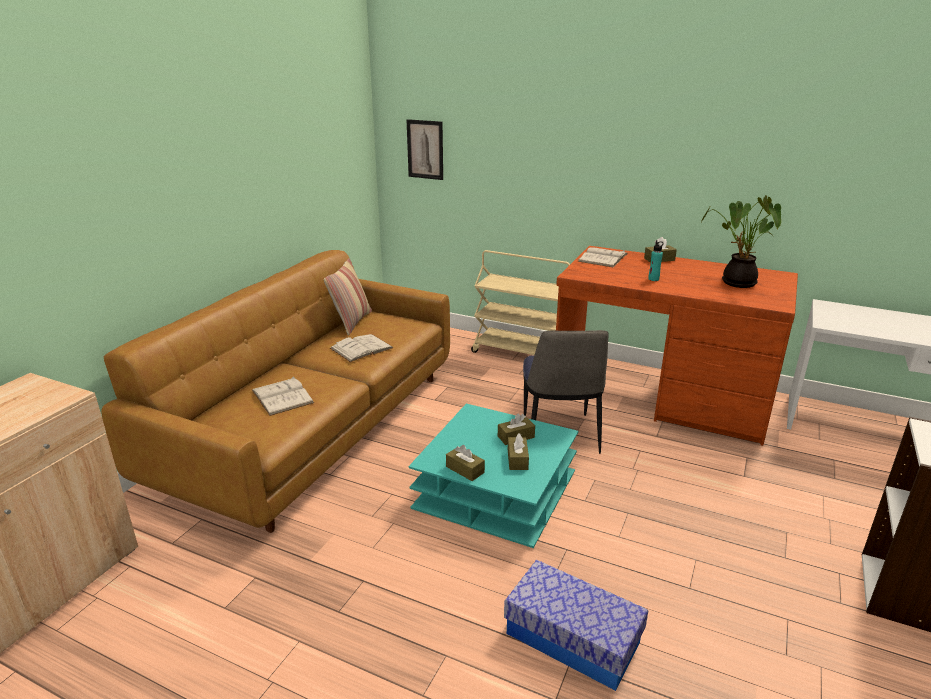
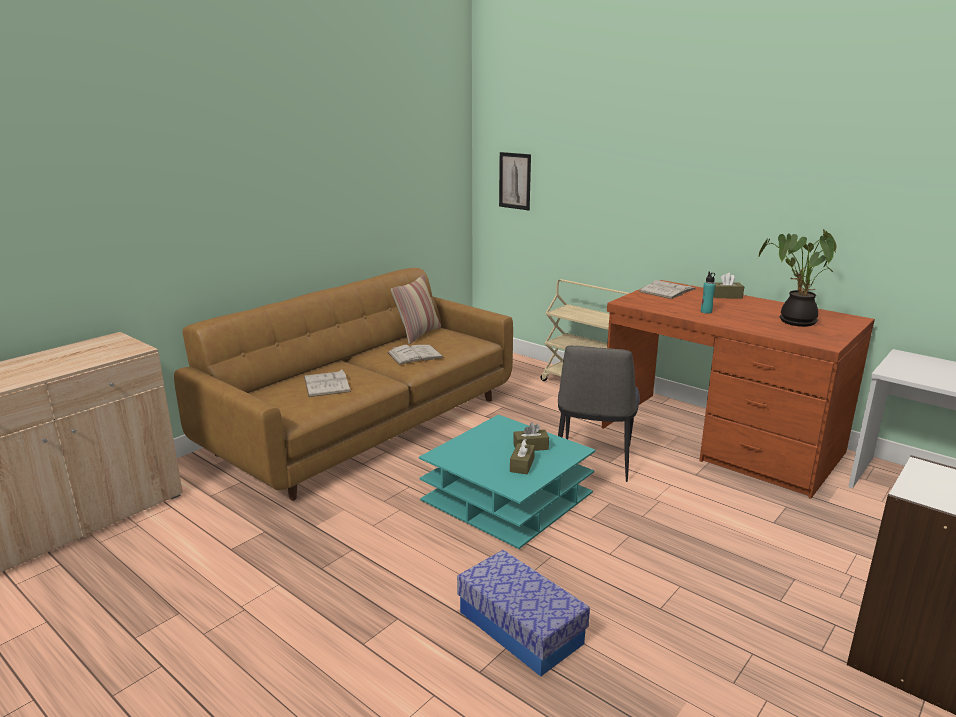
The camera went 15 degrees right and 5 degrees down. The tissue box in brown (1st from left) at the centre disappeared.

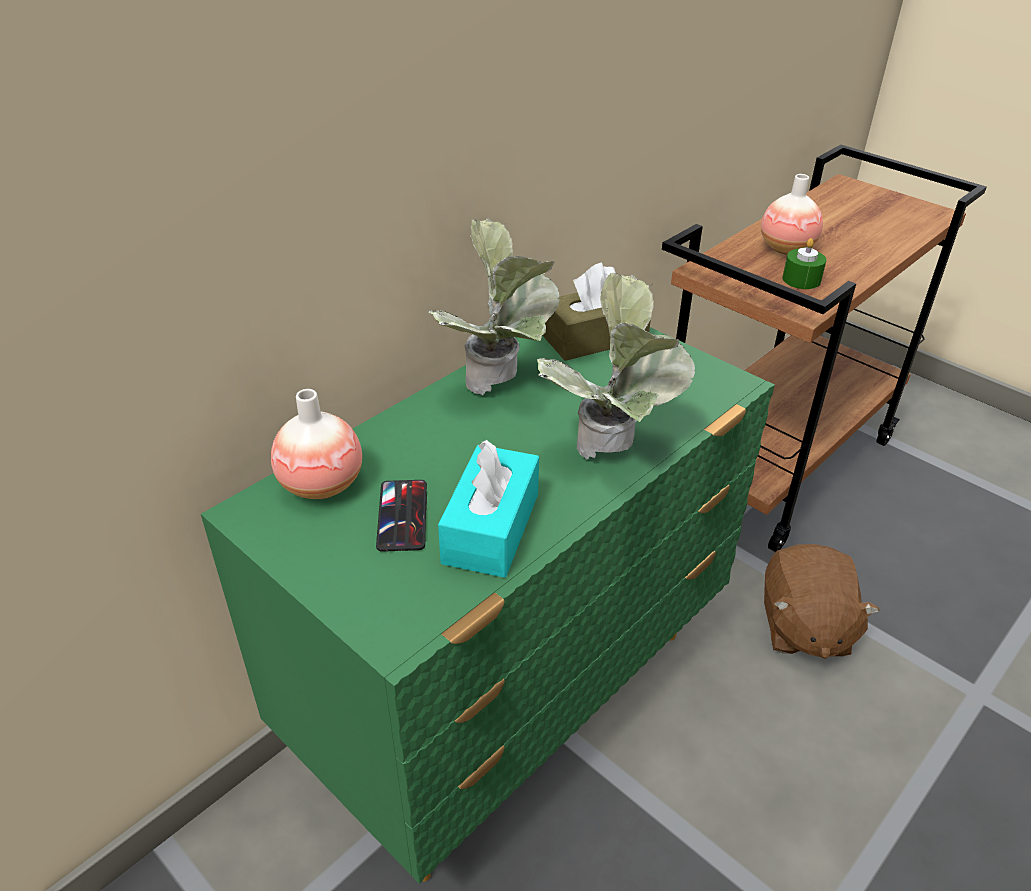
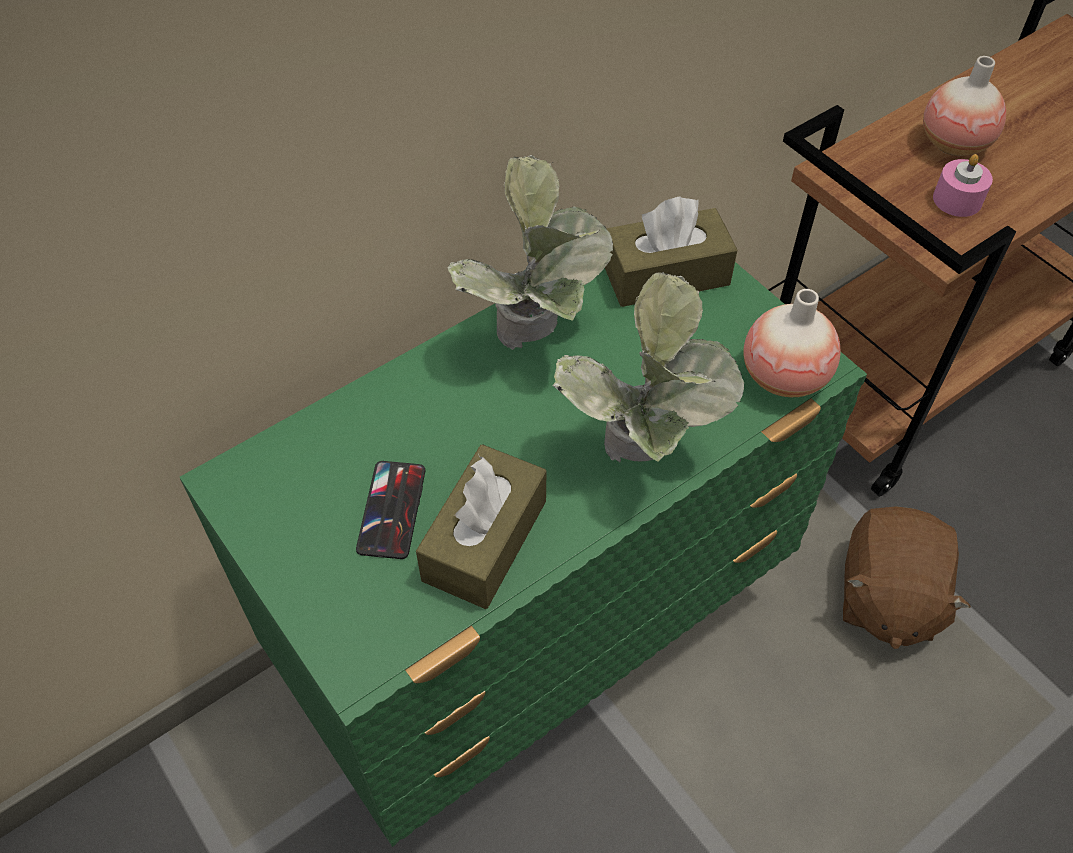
The camera went 10 degrees right and 15 degrees up. The vase (1st from left) moved from the middle left to the middle right. The tissue box in turquoise at the centre became the tissue box in brown (1st from left) at the centre. The candle in green at the top right became the candle in pink at the top right.

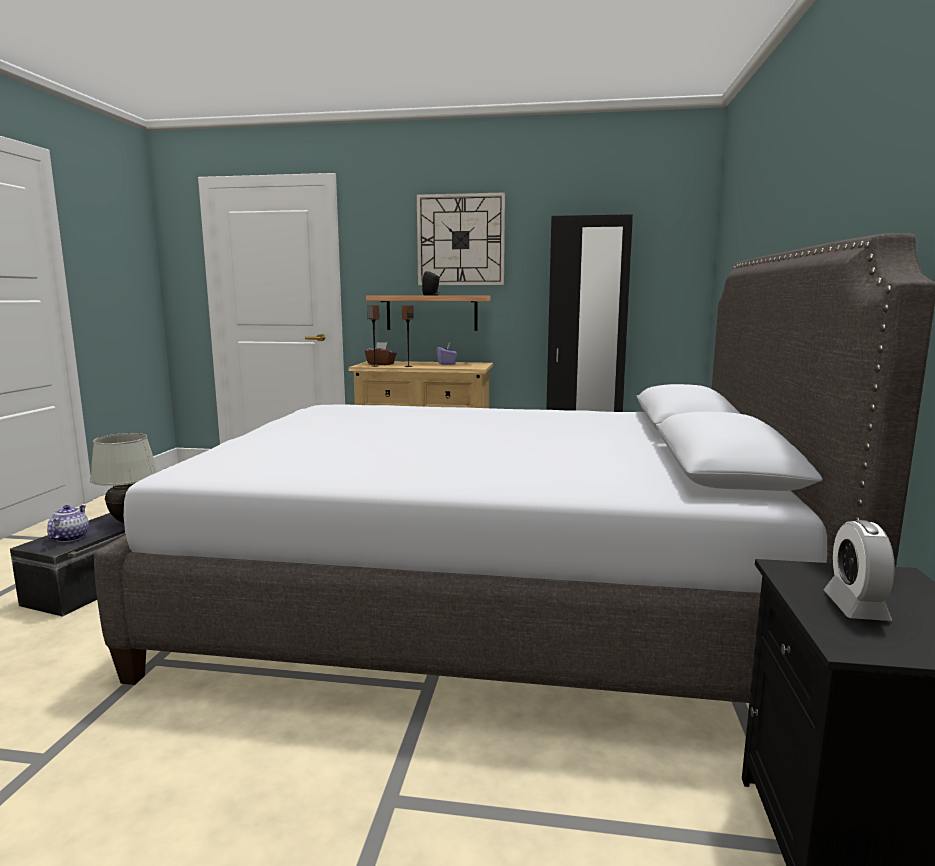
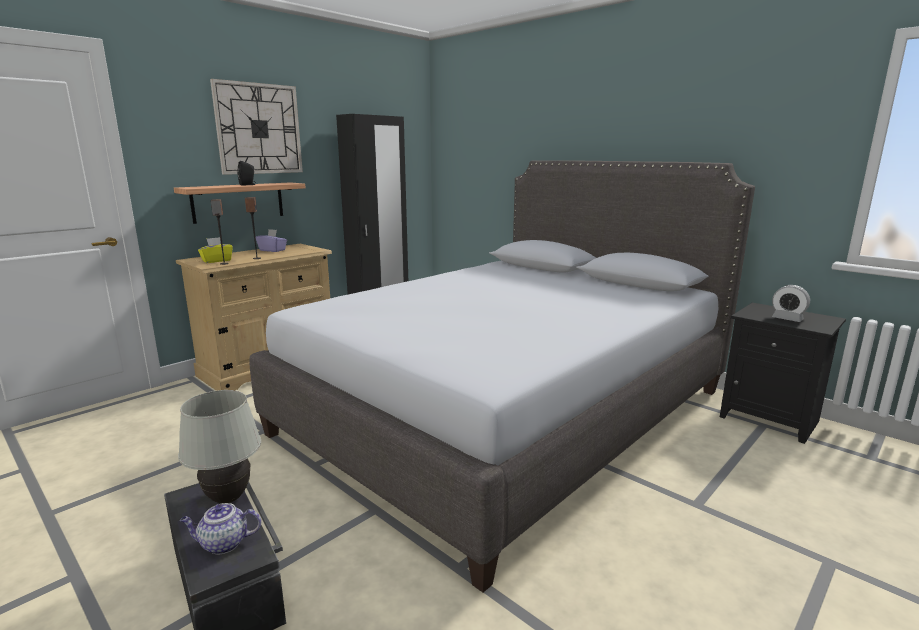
The camera went 55 degrees left and 5 degrees up. The teapot at the middle left turned 45 degrees counterclockwise. The tissue box in brown at the centre became the tissue box in yellow at the middle left.

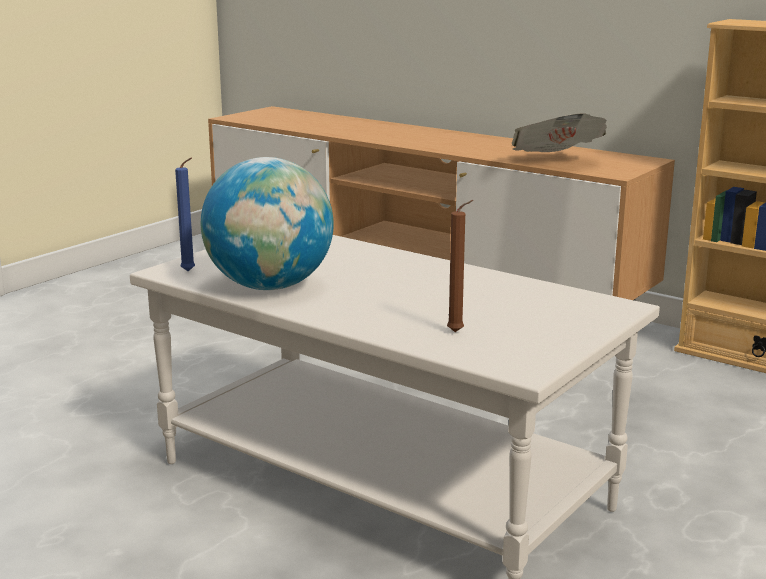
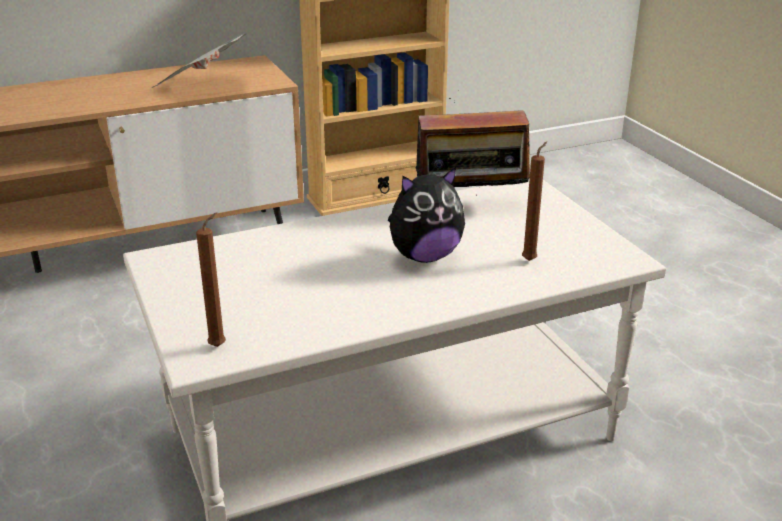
The camera went 60 degrees left and 10 degrees up. The candle in blue at the middle left became the candle in brown (1st from left) at the middle left. The globe at the centre disappeared. The plush toy at the centre appeared. The radio at the top centre appeared.

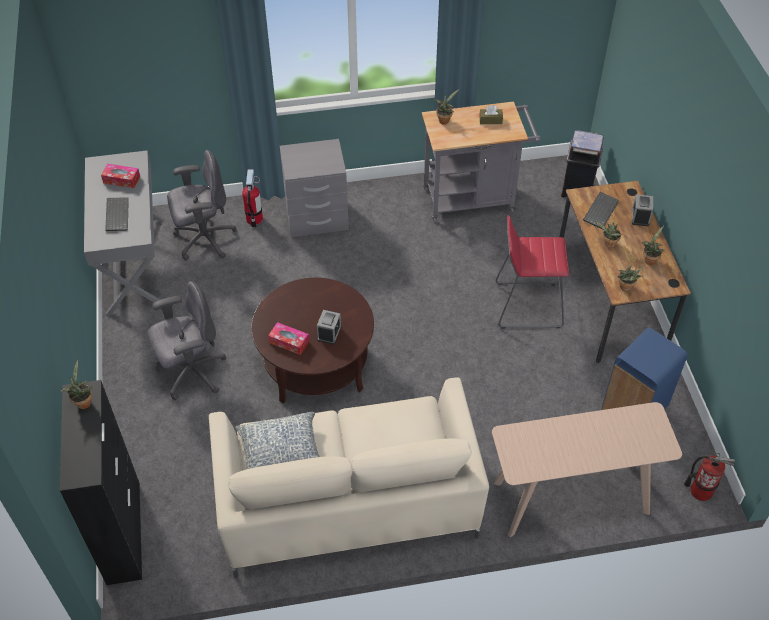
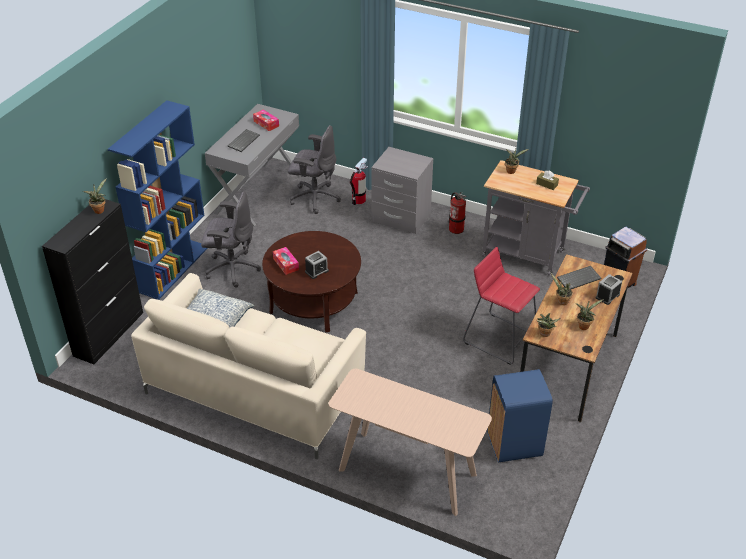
The camera went 35 degrees right and 10 degrees down. The fire extinguisher (2nd from left) moved from the bottom right to the centre. The bookcase in blue at the middle left appeared.

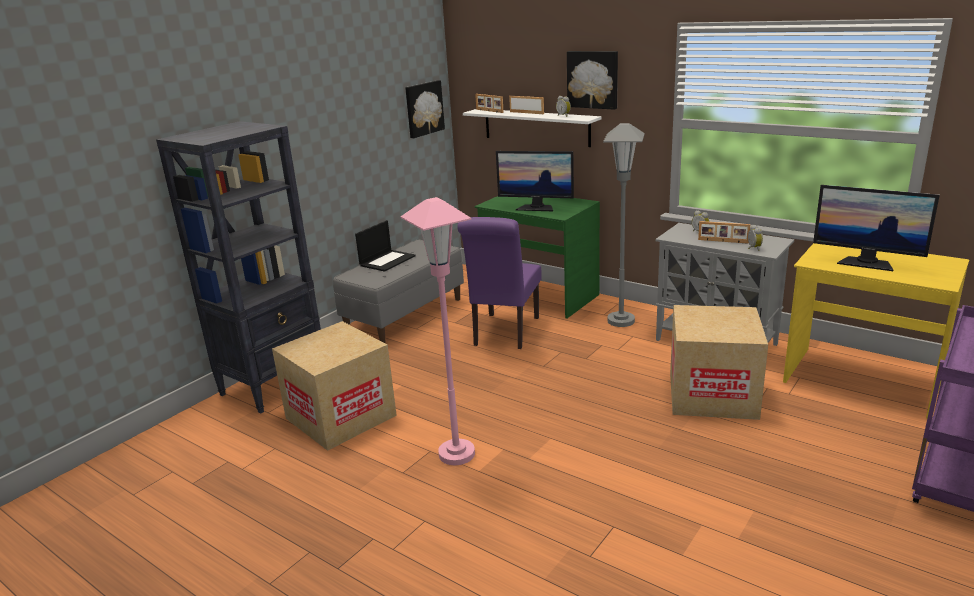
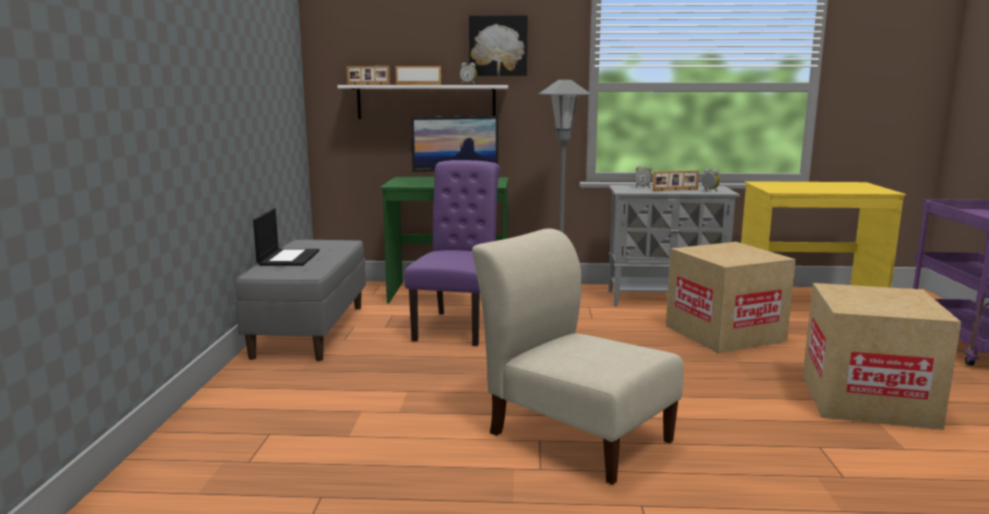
The camera went 35 degrees left and 10 degrees down. The bookcase in black at the middle left disappeared. The cardboard box (1st from left in the first image) moved from the centre to the bottom right. The floor lamp in pink at the centre was replaced by the chair in beige at the bottom centre. The picture (1st from left) at the top centre disappeared. The chair in purple at the centre turned 150 degrees counterclockwise. The monitor (2nd from left) at the middle right disappeared.

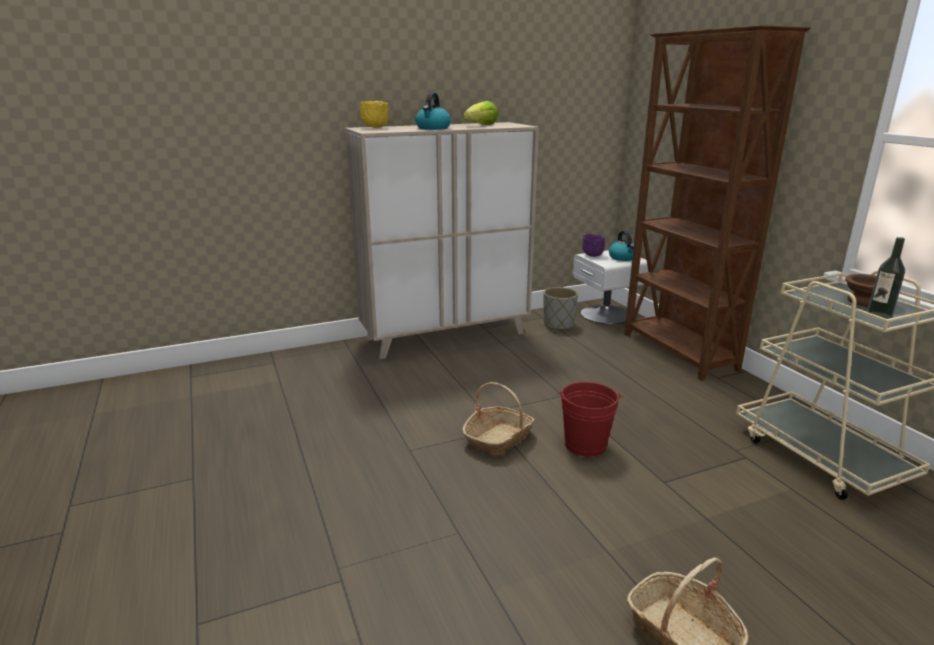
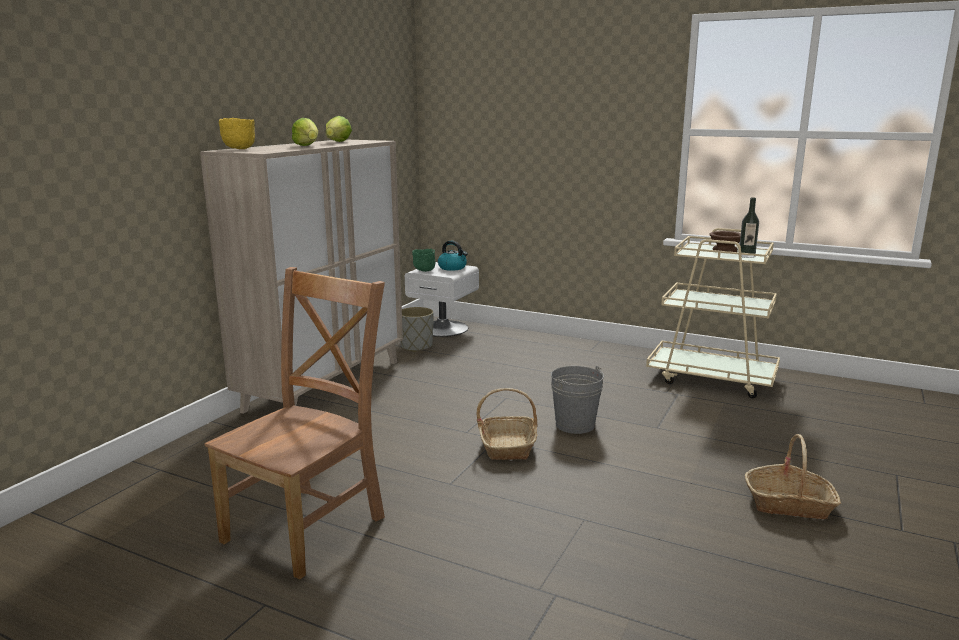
The camera went 40 degrees left and 5 degrees down. The kettle (1st from left) at the top centre was replaced by the lettuce (1st from left) at the top left. The bucket in red at the centre became the bucket in grey at the centre. The bowl in purple at the centre became the bowl in green at the centre. The bookcase in brown at the top right disappeared. The chair in brown at the middle left appeared.

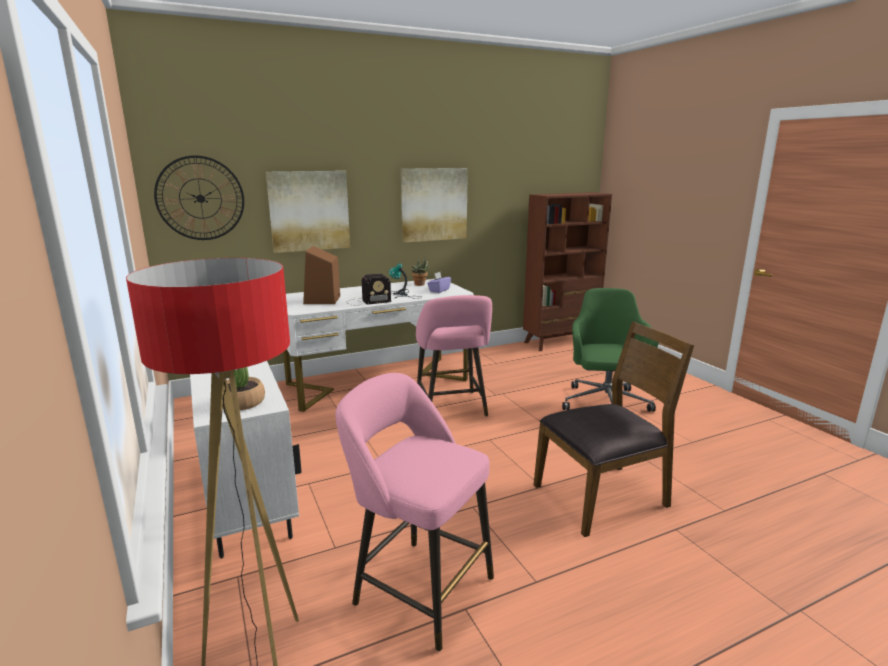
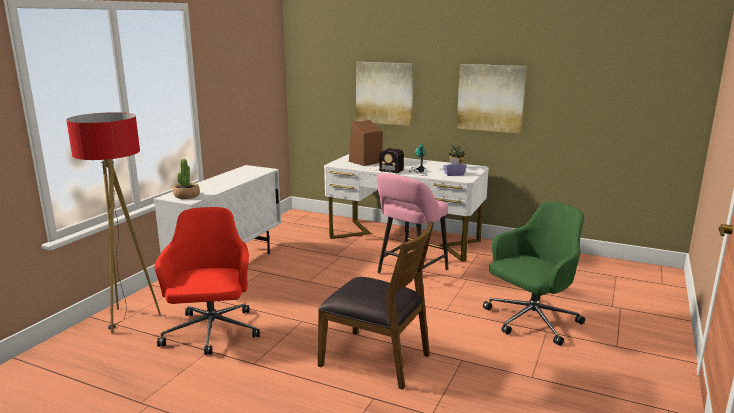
The camera went 50 degrees right and 0 degrees up. The wall clock at the top left disappeared. The stool in pink (1st from left) at the bottom centre was replaced by the office chair in red at the bottom left. The bookcase in brown at the centre disappeared.

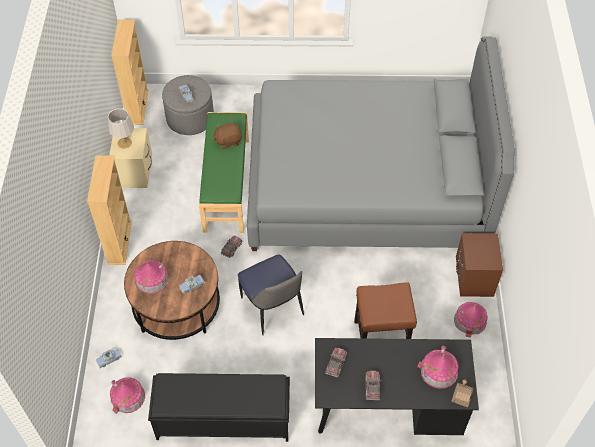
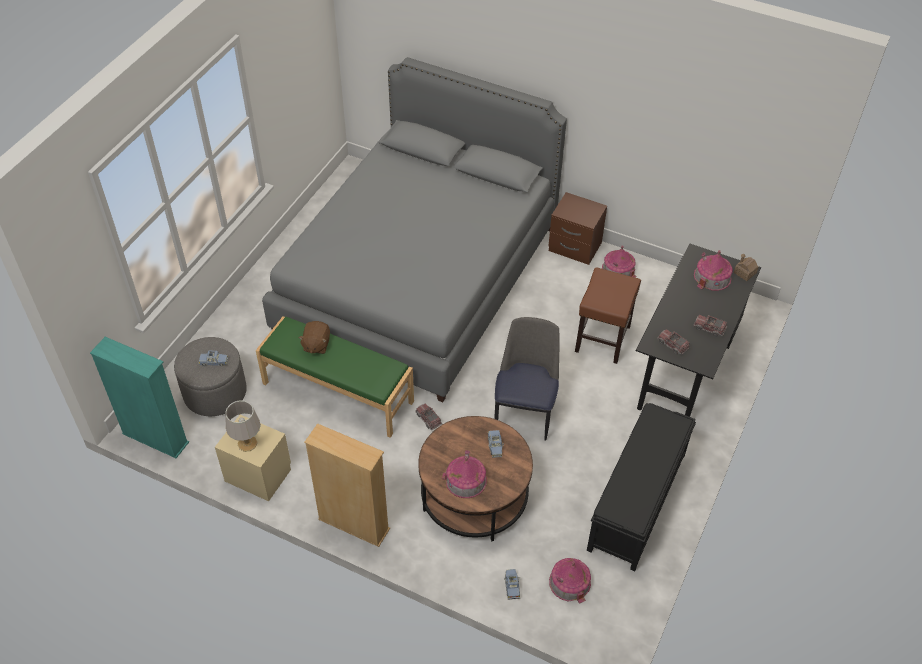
The camera went 65 degrees left and 5 degrees down. The bookcase in beige (2nd from left) at the top left became the bookcase in turquoise at the middle left. The chair at the centre turned 75 degrees counterclockwise.

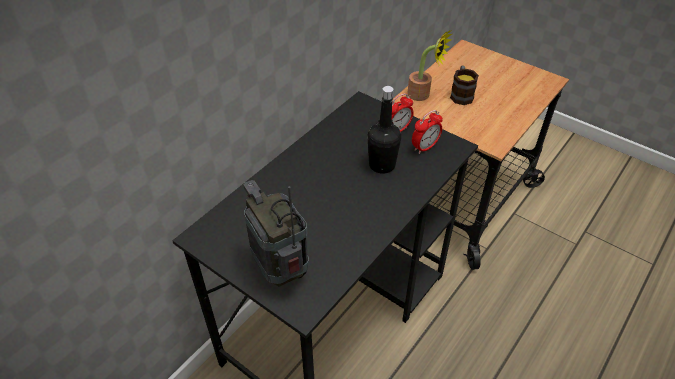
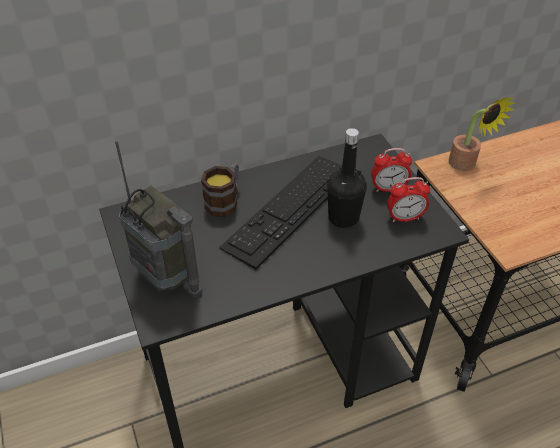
The camera went 30 degrees right and 0 degrees up. The radio at the centre turned 135 degrees clockwise. The mug moved from the top right to the centre. The keyboard at the centre appeared.

